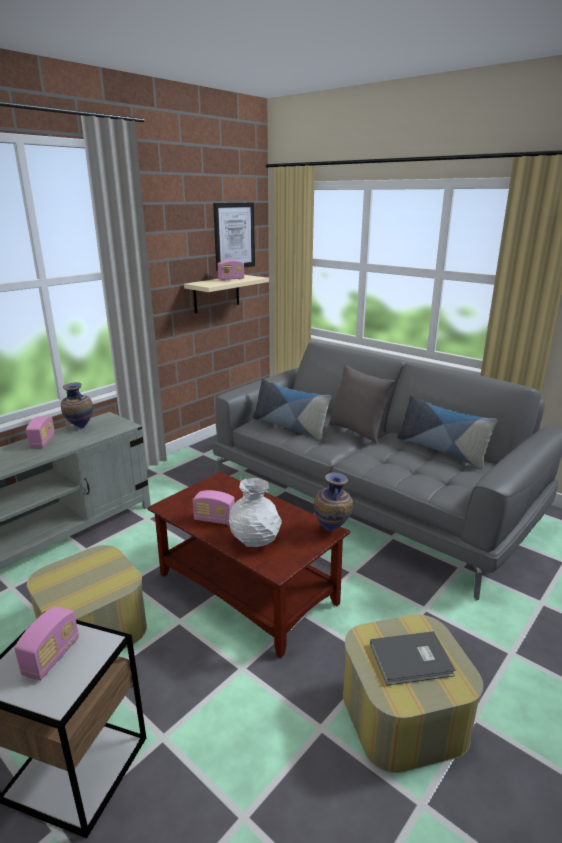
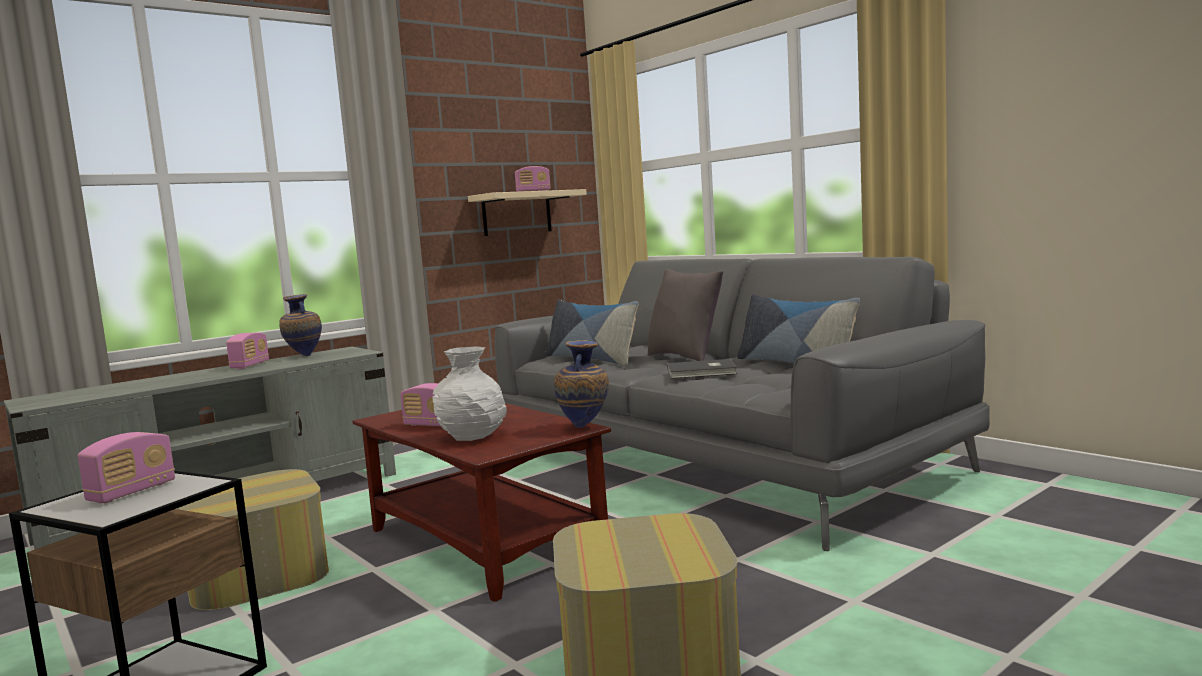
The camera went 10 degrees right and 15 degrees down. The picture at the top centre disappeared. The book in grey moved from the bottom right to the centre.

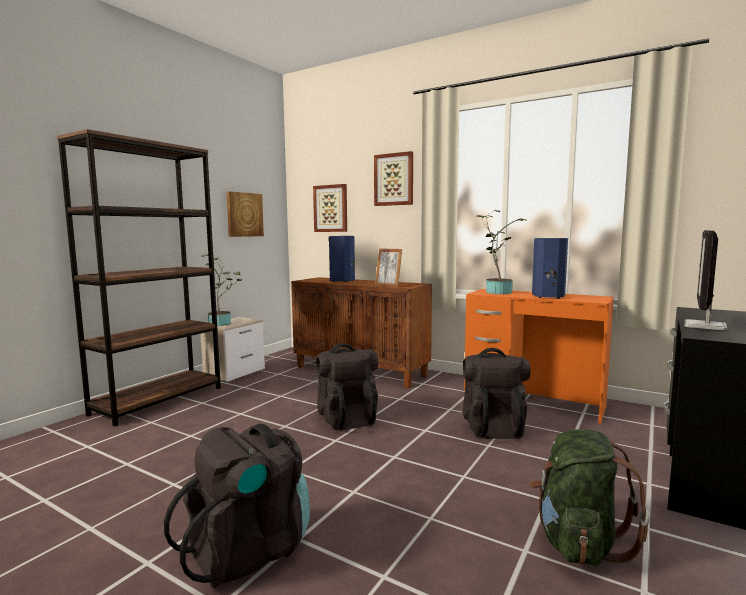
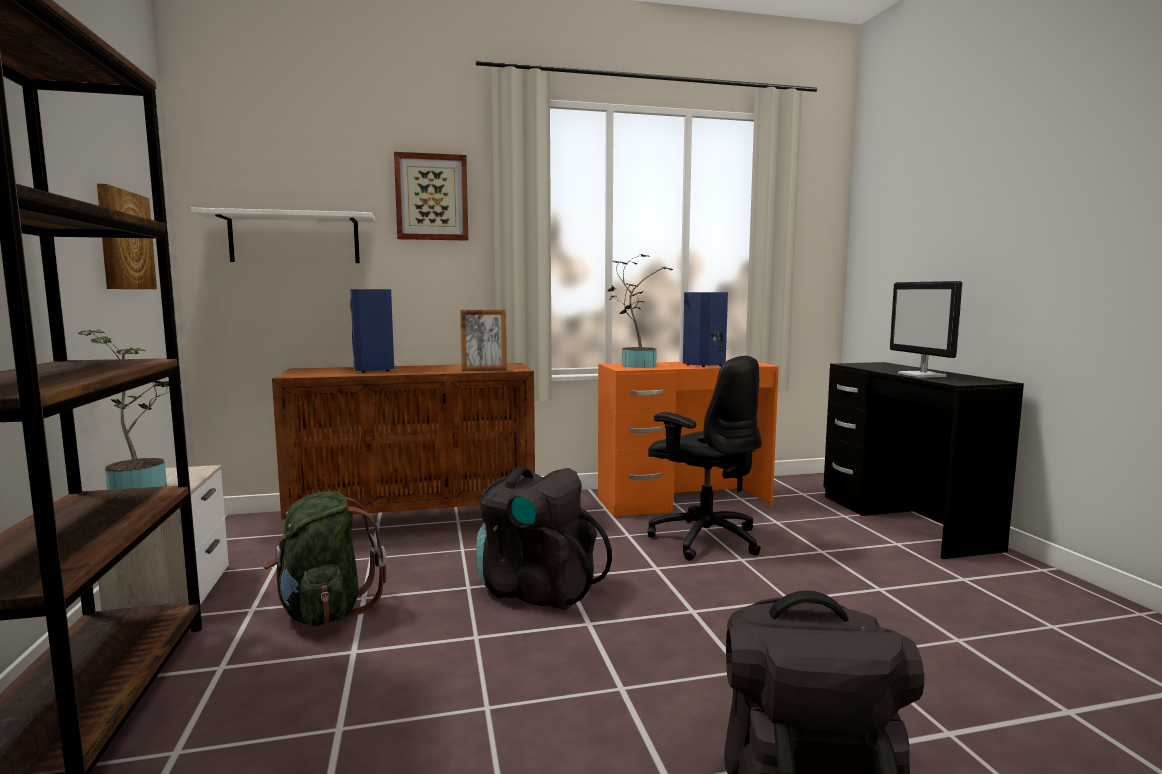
The camera went 45 degrees left and 0 degrees up. The picture (2nd from left) at the centre was replaced by the shelf in white at the top left. The backpack in black (3rd from left) at the centre was replaced by the office chair in black at the centre. The backpack in green moved from the bottom right to the bottom left.

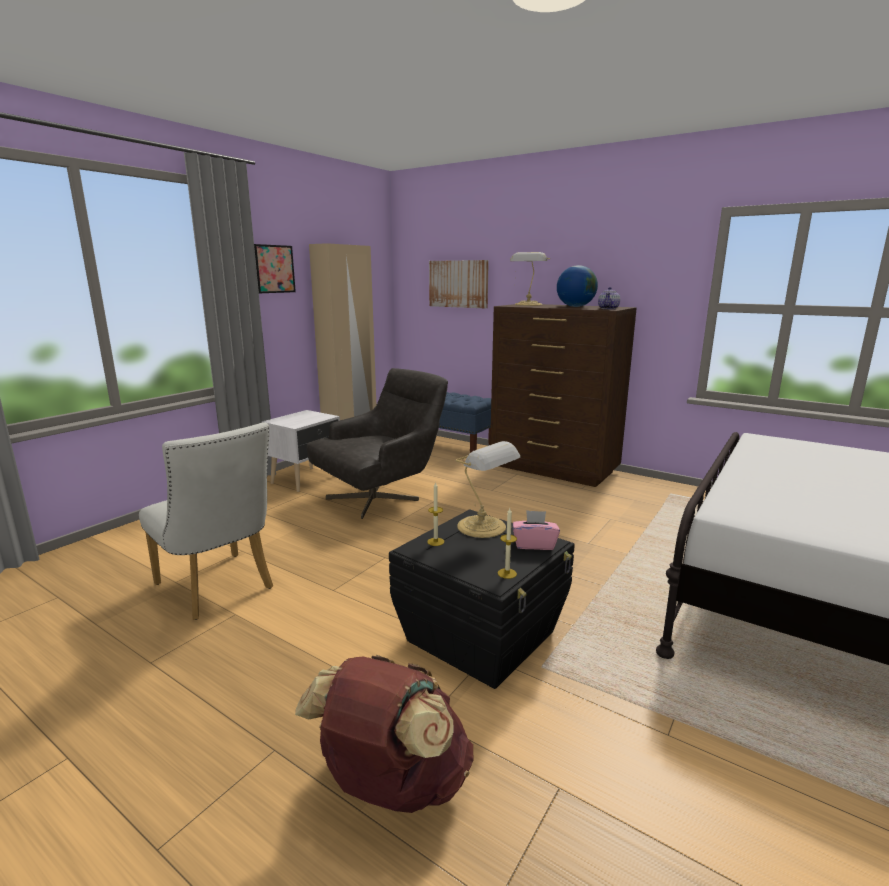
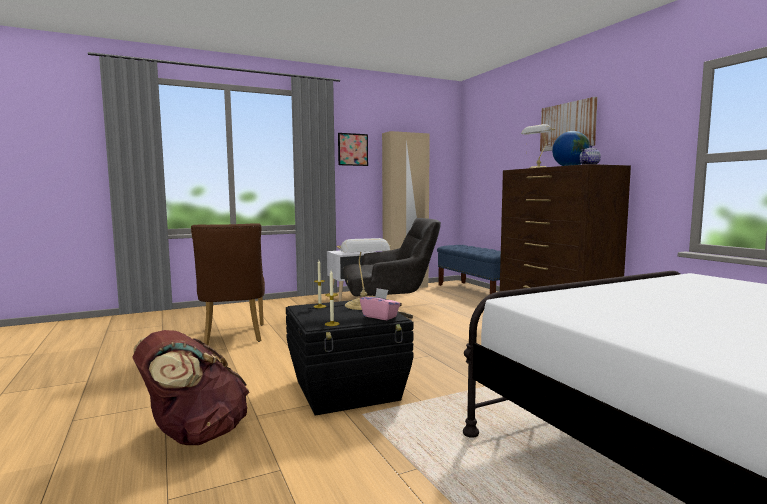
The camera went 30 degrees right and 10 degrees down. The chair in white at the middle left became the chair in brown at the middle left. The picture (2nd from left) moved from the top centre to the top right.

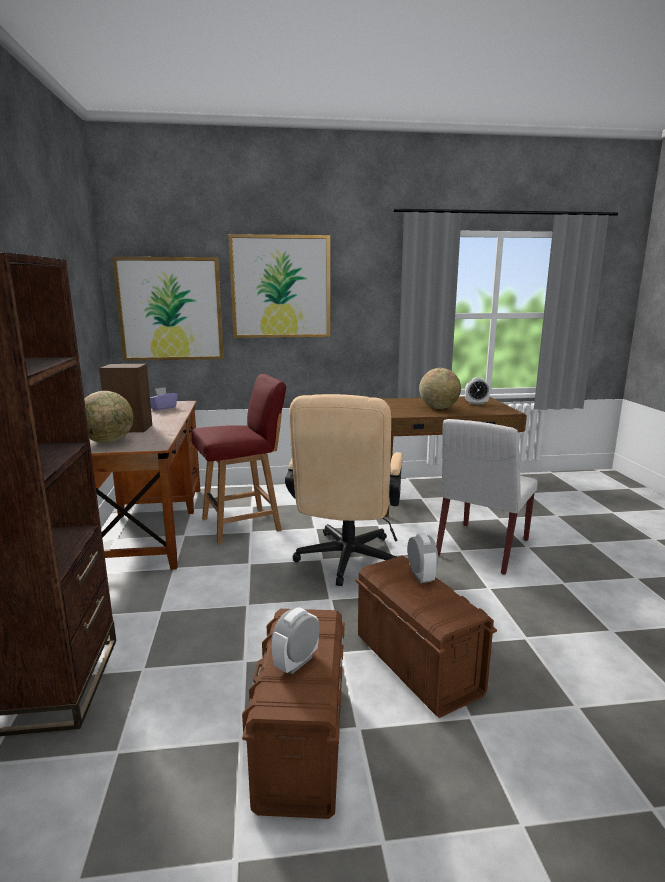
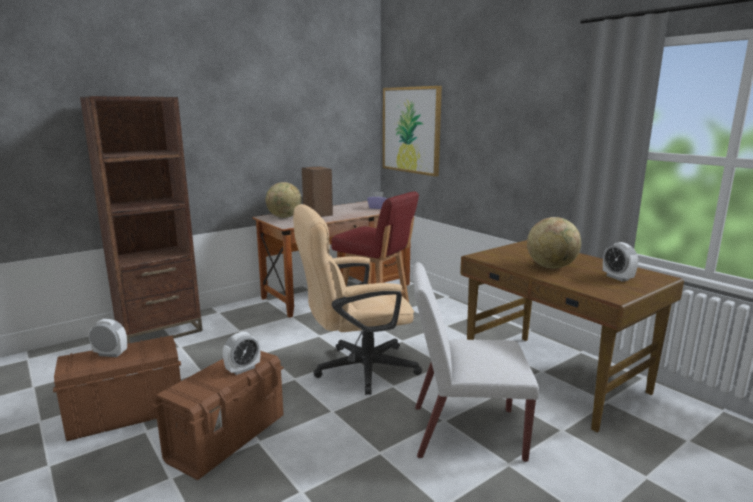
The camera went 60 degrees right and 0 degrees up. The picture (2nd from left) at the top centre disappeared.

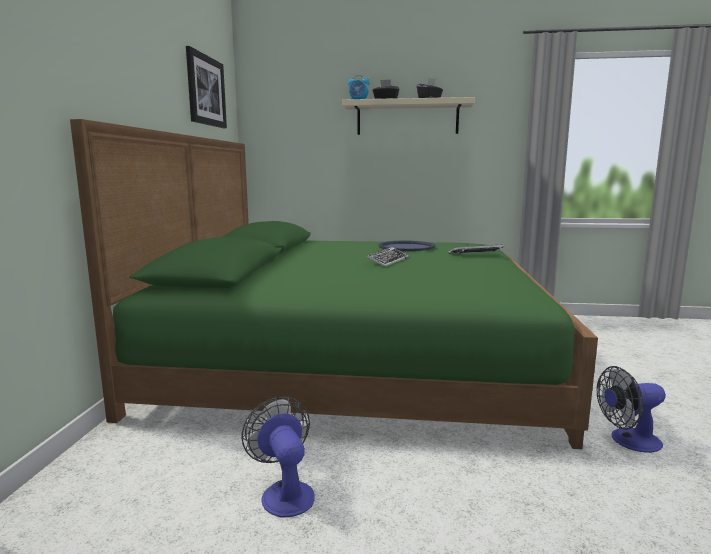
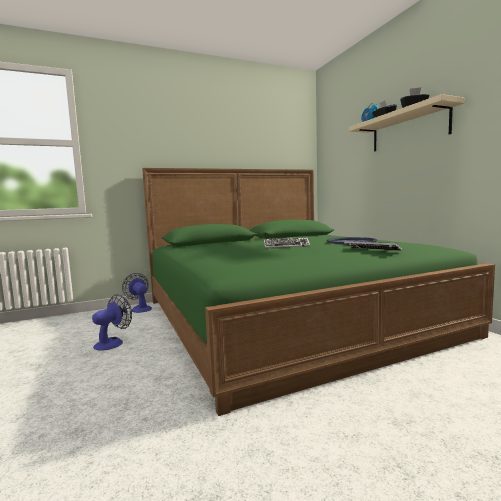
The camera went 60 degrees right and 5 degrees down. The picture at the top left disappeared. The fan (2nd from left) moved from the bottom right to the middle left.

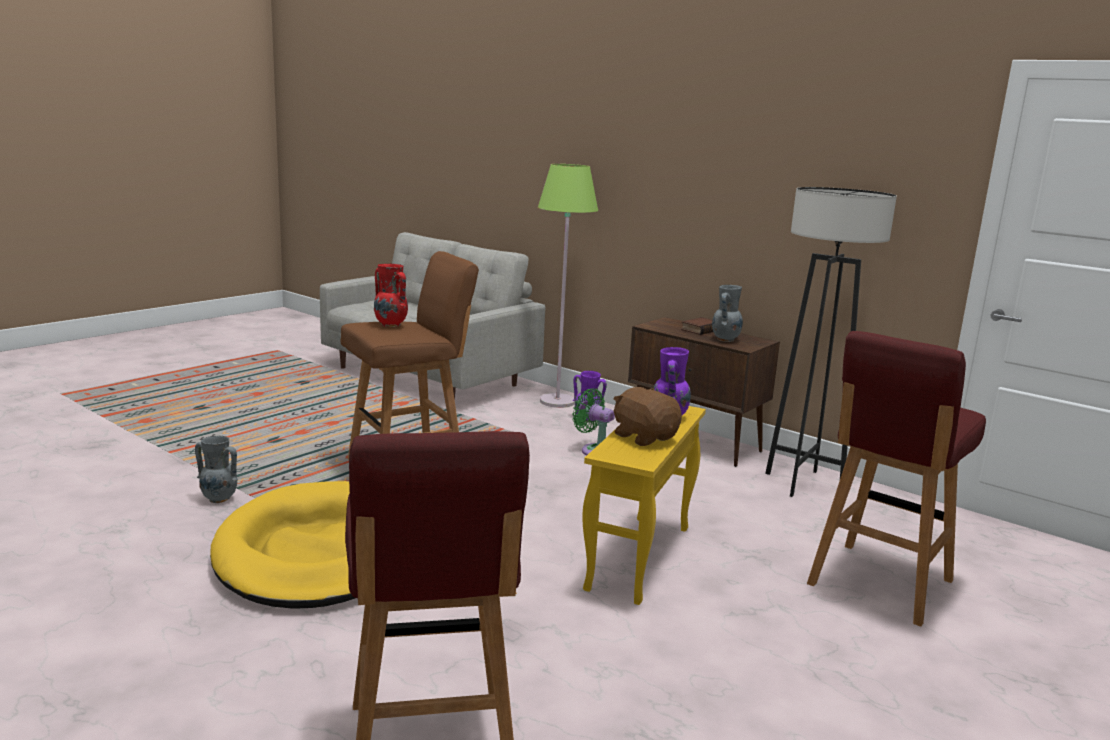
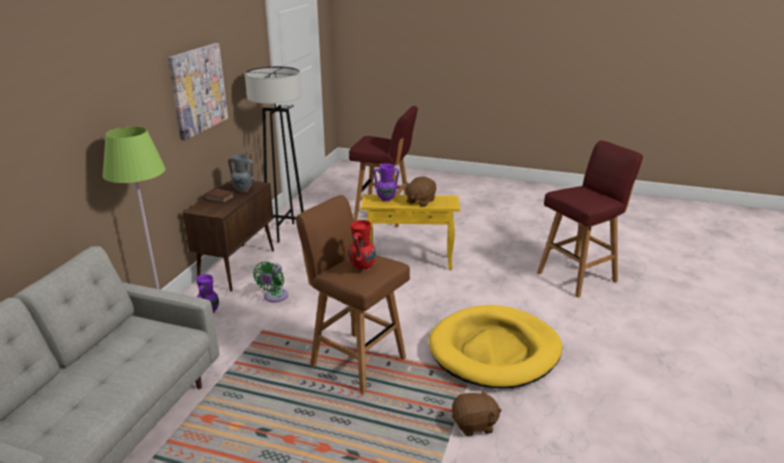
The camera went 110 degrees left and 10 degrees up. The vase in grey (1st from left) at the middle left was replaced by the plush toy in brown (2nd from left) at the bottom centre. The picture at the top left appeared.

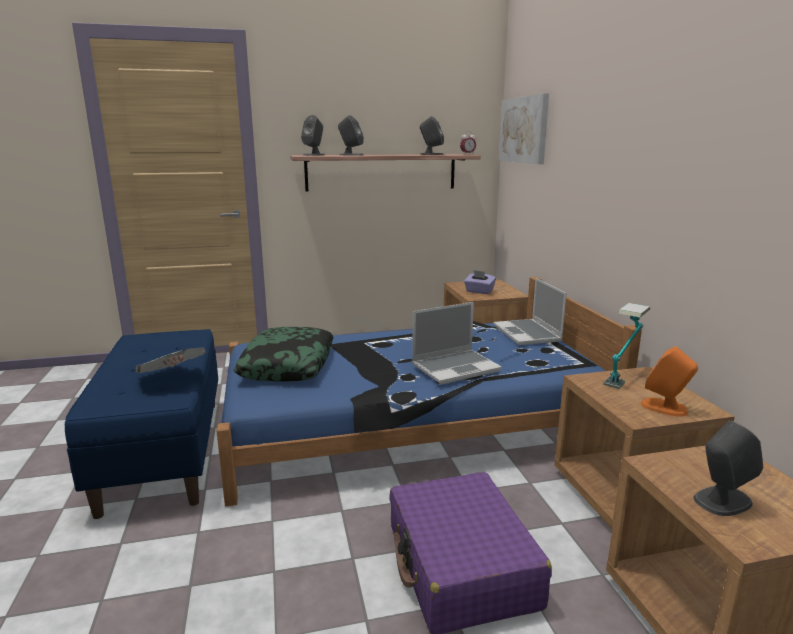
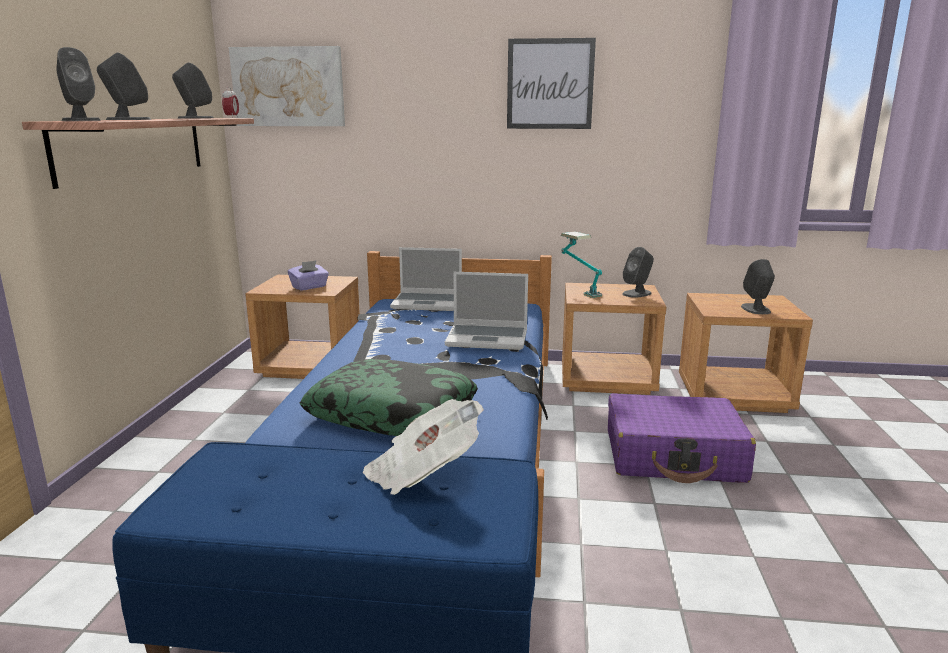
The camera went 70 degrees left and 0 degrees up. The laptop (1st from left in the first image) at the centre turned 105 degrees clockwise. The speaker in orange at the middle right became the speaker in grey (4th from left) at the middle right. The picture (2nd from left) at the top centre appeared.

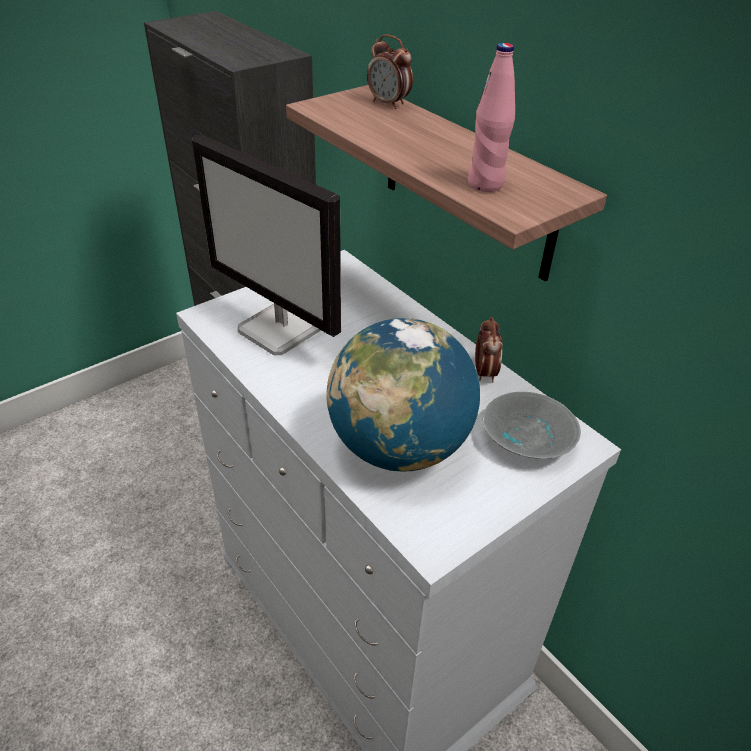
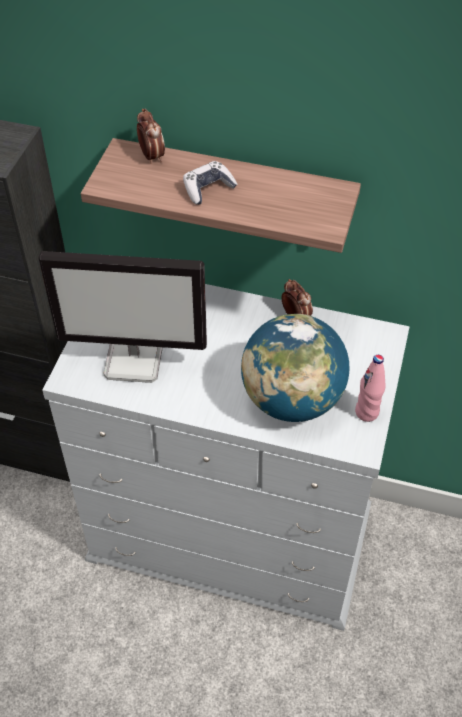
The camera went 35 degrees left and 10 degrees up. The alarm clock (1st from left) at the top centre turned 120 degrees counterclockwise. The bottle in pink moved from the top centre to the middle right. The bowl in grey at the middle right disappeared. The game controller at the top centre appeared.

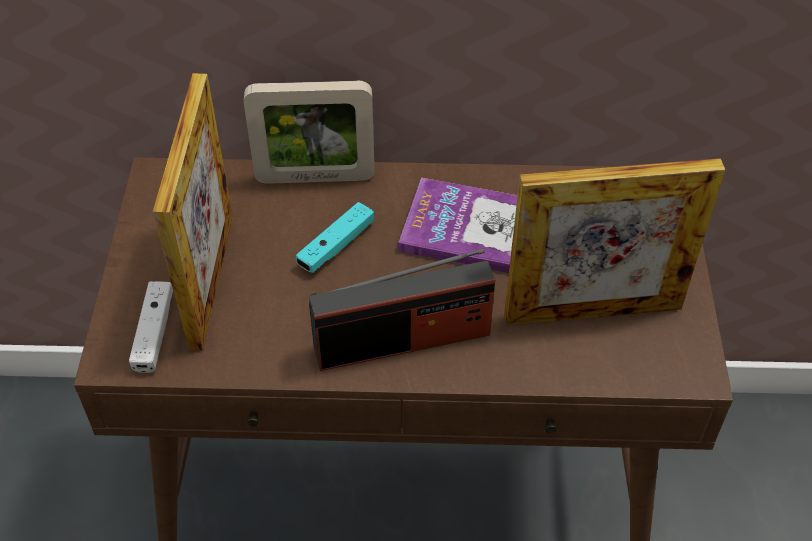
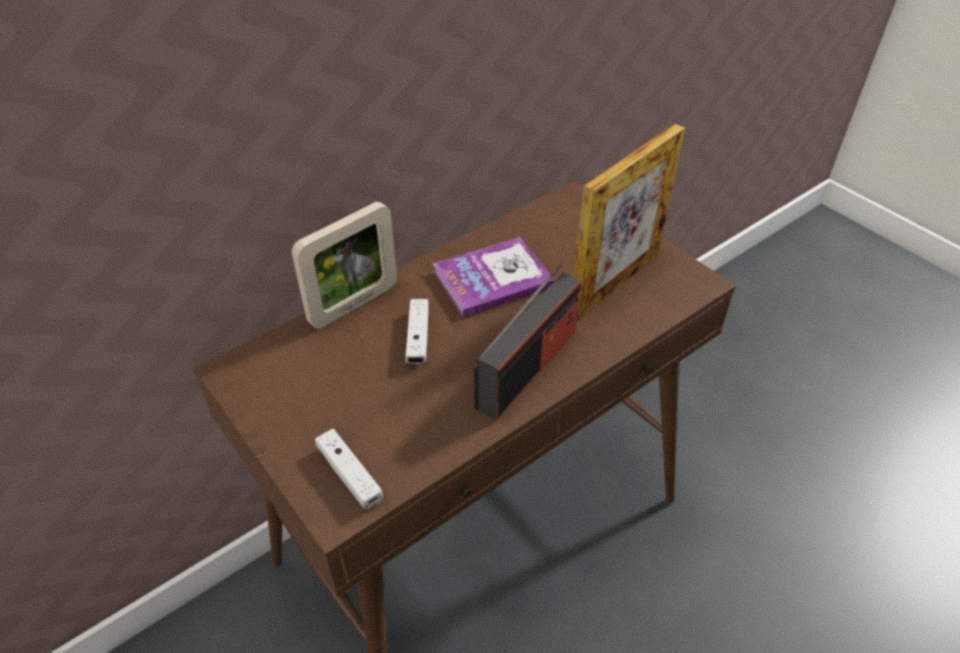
The camera went 40 degrees left and 5 degrees down. The picture frame (1st from left) at the middle left disappeared. The game controller in turquoise at the centre became the game controller in white (2nd from left) at the centre.

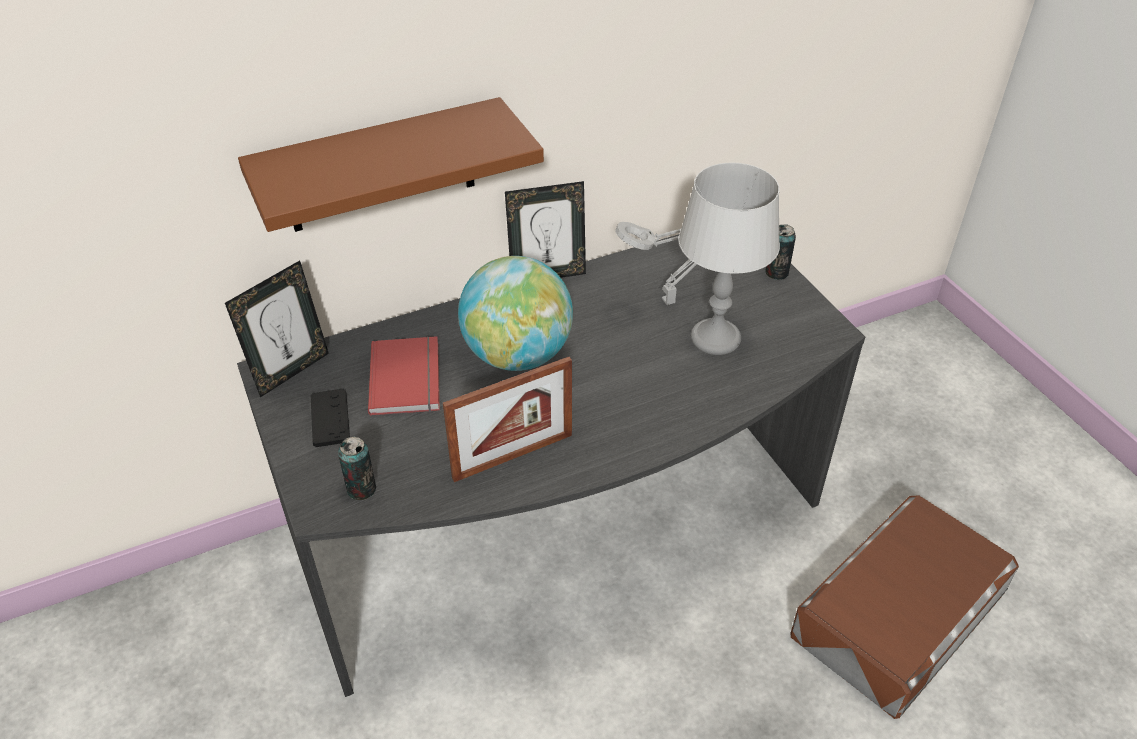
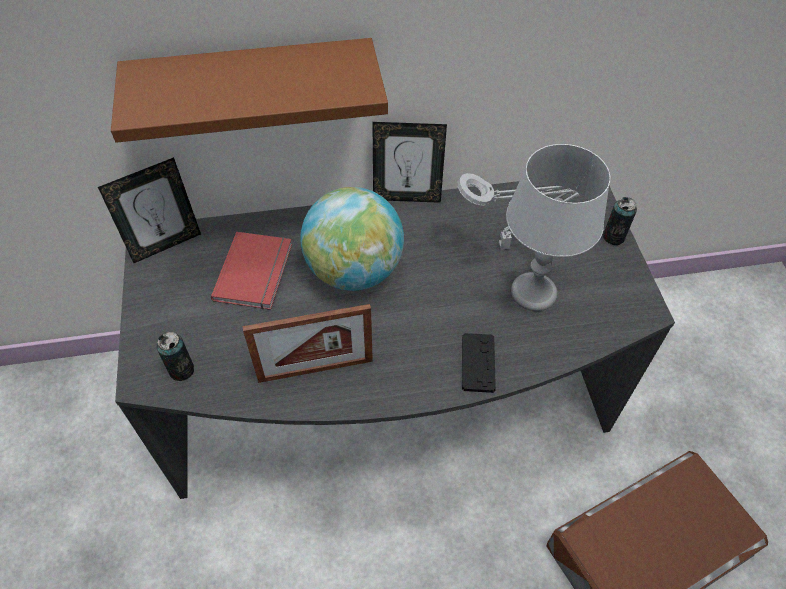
The camera went 15 degrees right and 10 degrees up. The game controller in black moved from the middle left to the centre.

